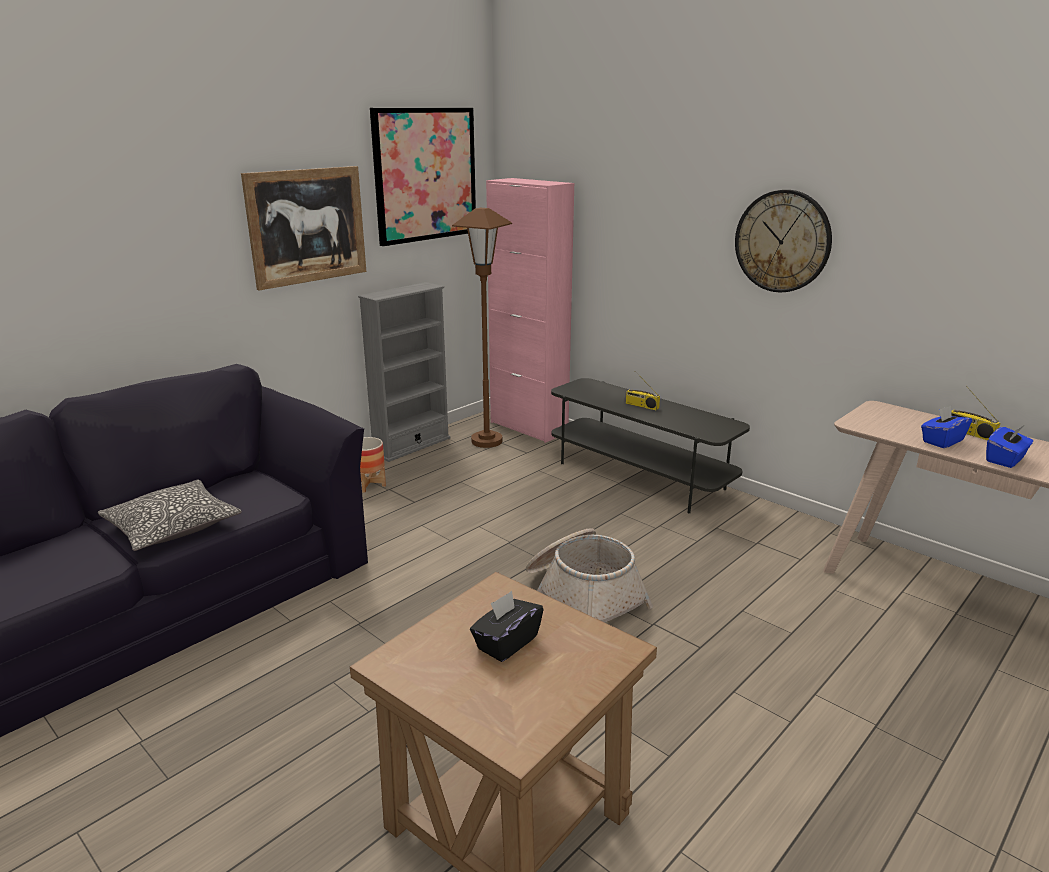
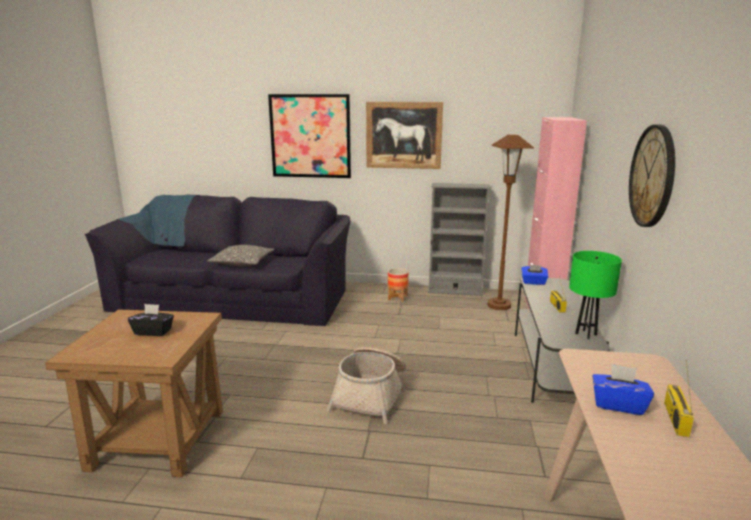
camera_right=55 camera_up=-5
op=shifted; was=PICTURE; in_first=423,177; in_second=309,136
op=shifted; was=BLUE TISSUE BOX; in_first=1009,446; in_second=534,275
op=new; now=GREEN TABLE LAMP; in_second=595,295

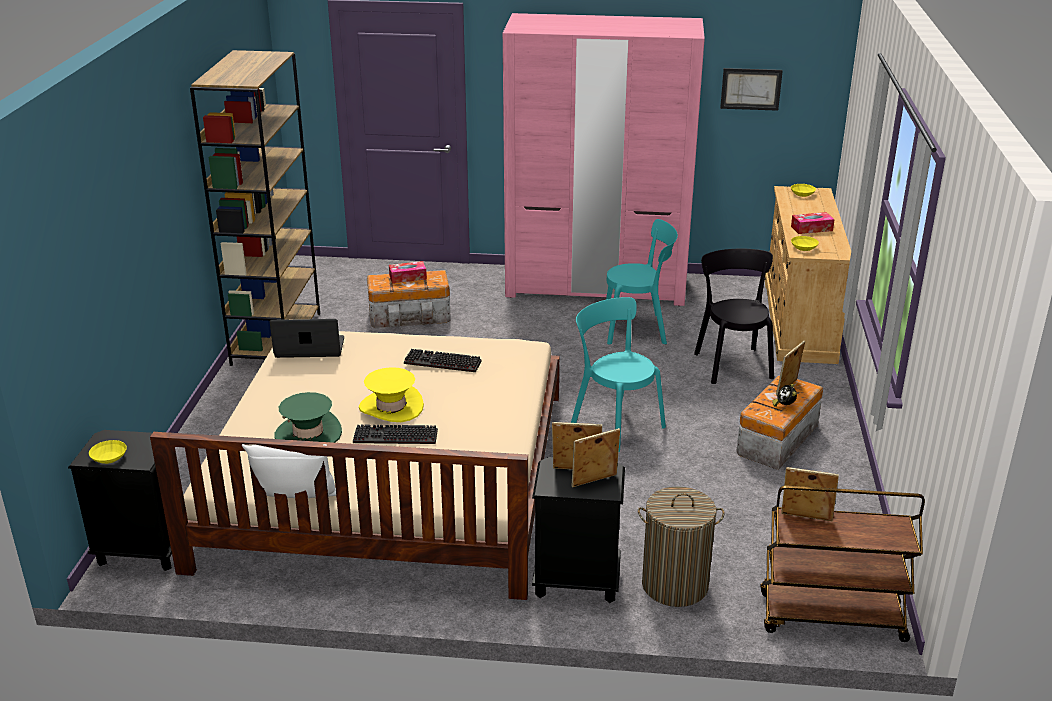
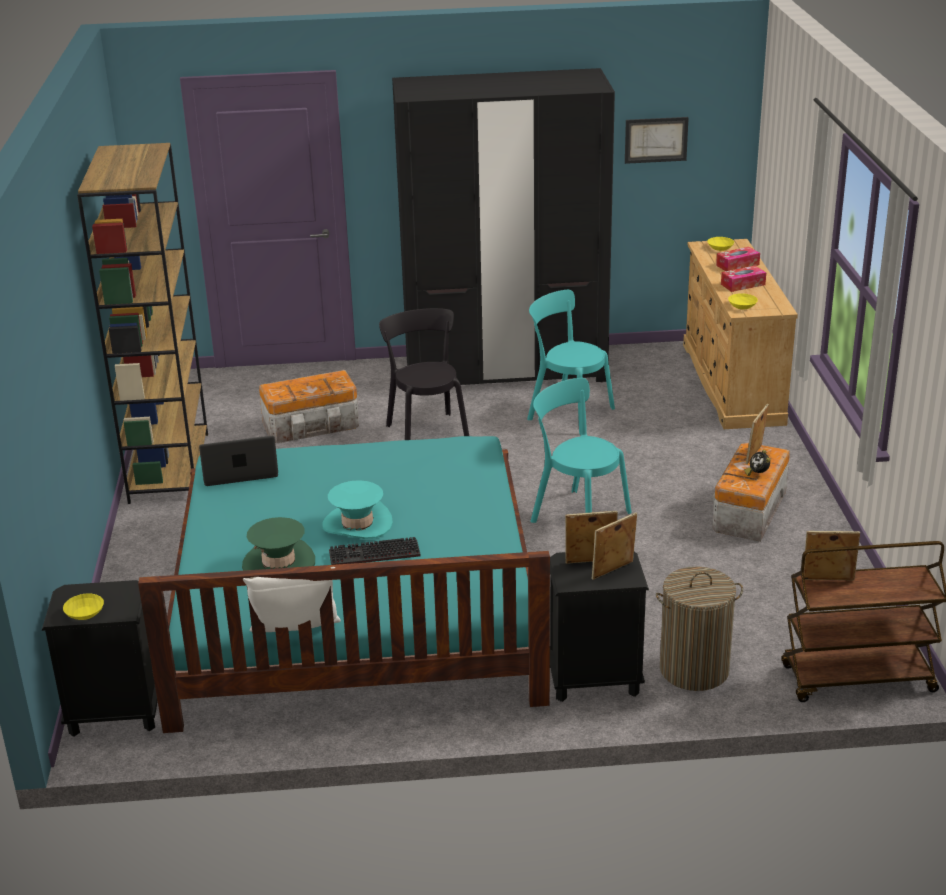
camera_right=-10 camera_up=0
op=repainted; was=BEIGE BED; now=TURQUOISE BED; in_first=355,465; in_second=344,584
op=repainted; was=YELLOW HAT; now=TURQUOISE HAT; in_first=391,394; in_second=358,509
op=shifted; was=BLACK CHAIR; in_first=734,316; in_second=424,374
op=repainted; was=PINK WARDROBE; now=BLACK WARDROBE; in_first=604,159; in_second=503,226
op=rotated; was=TURQUOISE CHAIR; in_first=642,281; in_second=571,362; clockwise=-135
op=shifted; was=TISSUE BOX; in_first=408,272; in_second=738,259
op=gone; was=KEYBOARD; in_first=443,360

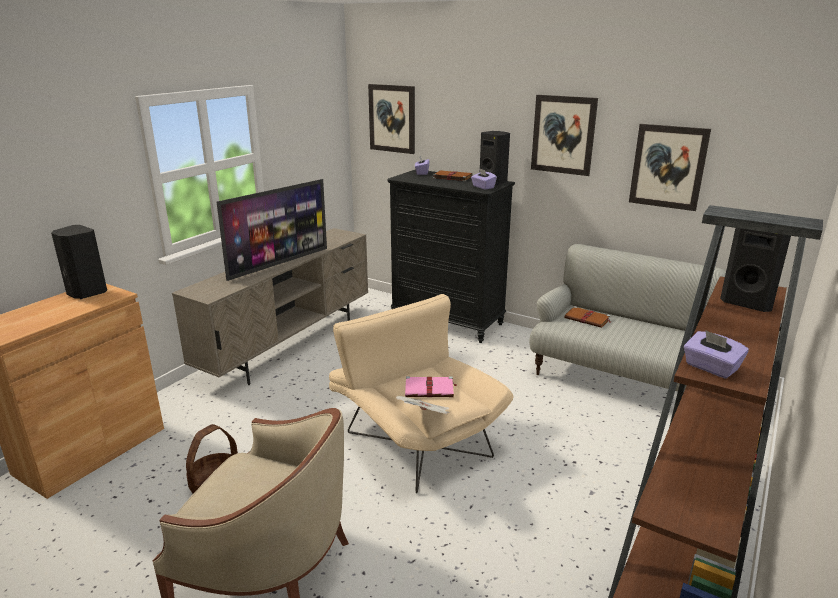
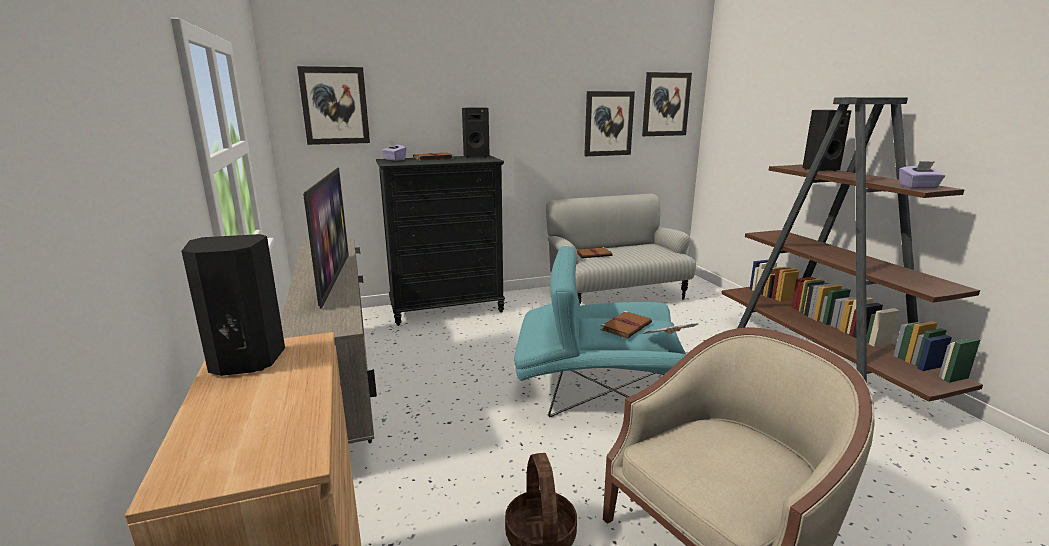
camera_right=-50 camera_up=-5
op=repainted; was=BEIGE ARMCHAIR; now=TURQUOISE ARMCHAIR; in_first=421,393; in_second=600,331
op=repainted; was=PINK BOOK; now=BROWN BOOK; in_first=431,386; in_second=626,324
op=shifted; was=PICTURE; in_first=564,135; in_second=667,104
op=gone; was=PURPLE TISSUE BOX; in_first=484,179

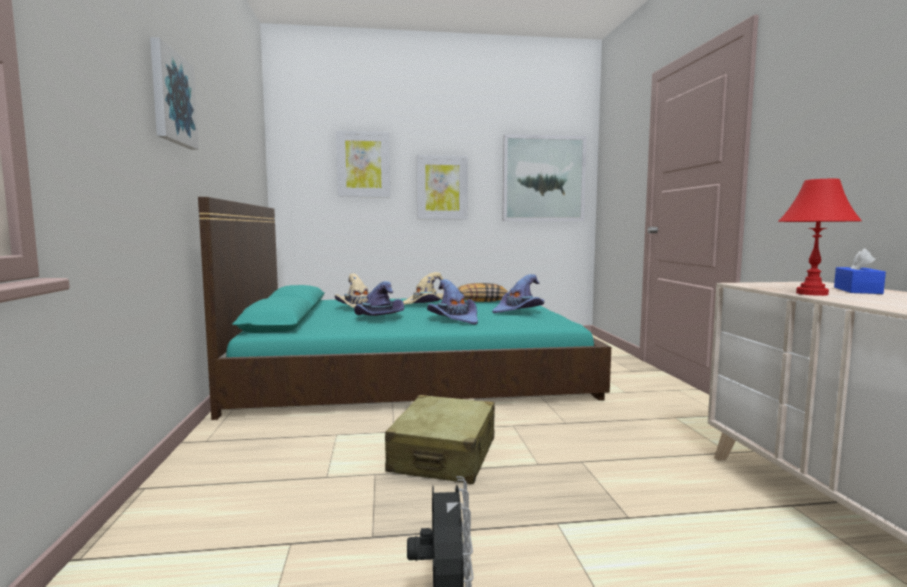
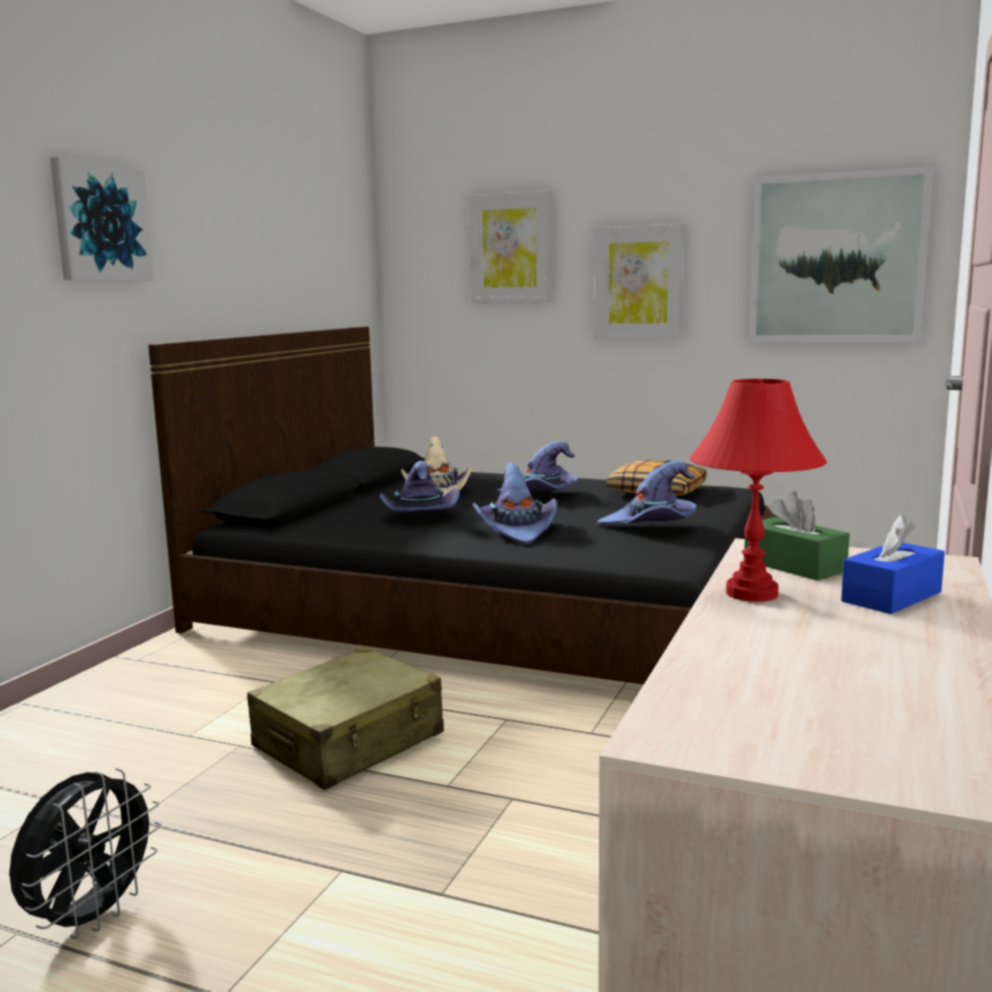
camera_right=30 camera_up=5
op=repainted; was=TURQUOISE BED; now=BLACK BED; in_first=404,308; in_second=464,506
op=repainted; was=BEIGE HAT; now=PURPLE HAT; in_first=423,288; in_second=537,467
op=new; now=GREEN TISSUE BOX; in_second=797,536

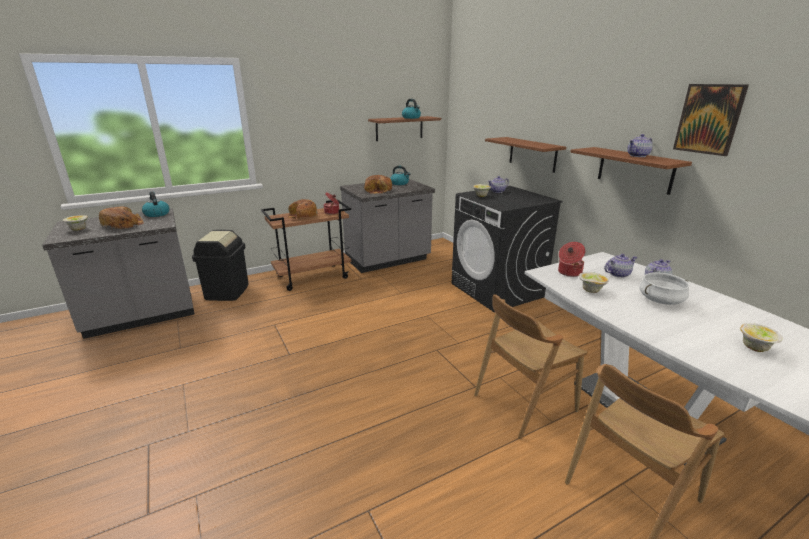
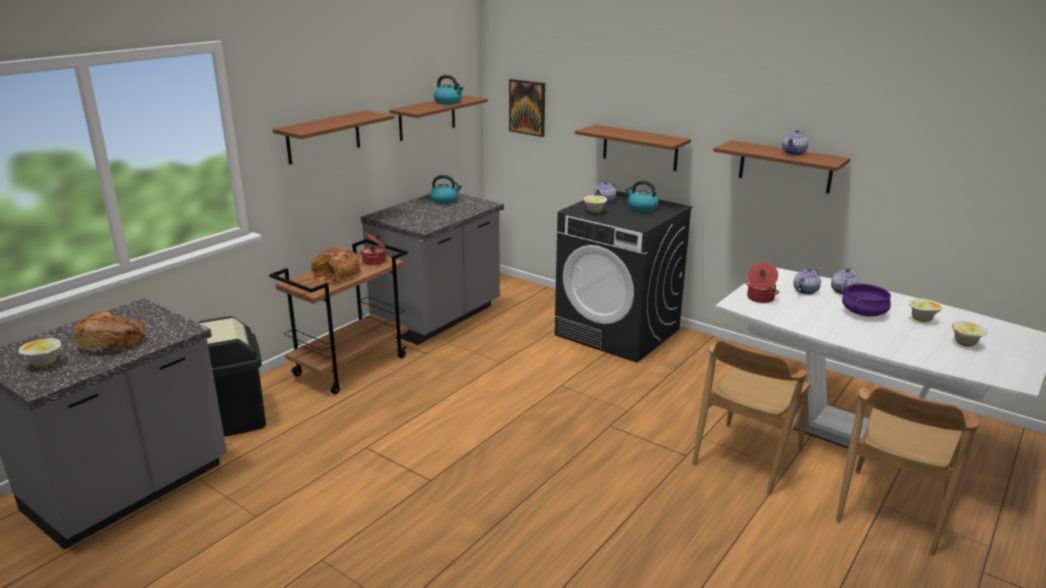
camera_right=-25 camera_up=0
op=new; now=BROWN SHELF; in_second=334,137
op=shifted; was=PICTURE; in_first=711,120; in_second=527,108
op=shifted; was=KETTLE; in_first=155,204; in_second=642,196
op=repainted; was=WHITE COOKING POT; now=PURPLE COOKING POT; in_first=664,288; in_second=866,300
op=shifted; was=BOWL; in_first=594,282; in_second=925,310
op=gone; was=BREAD; in_first=378,184

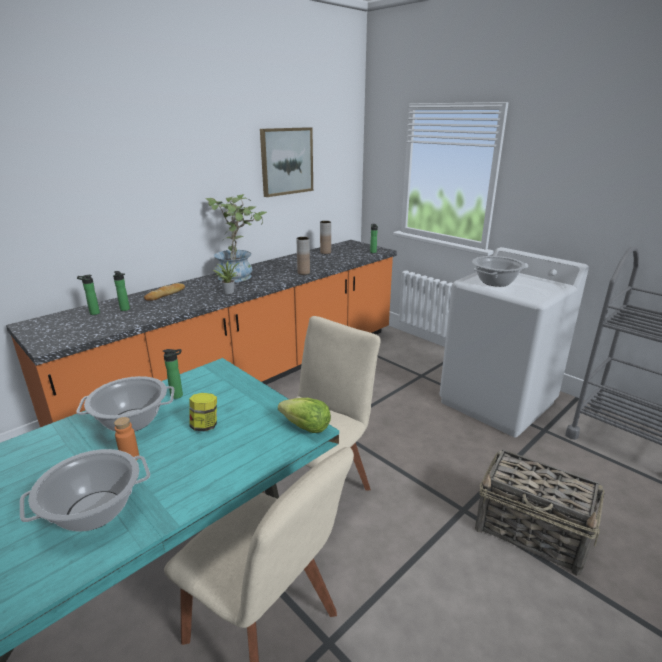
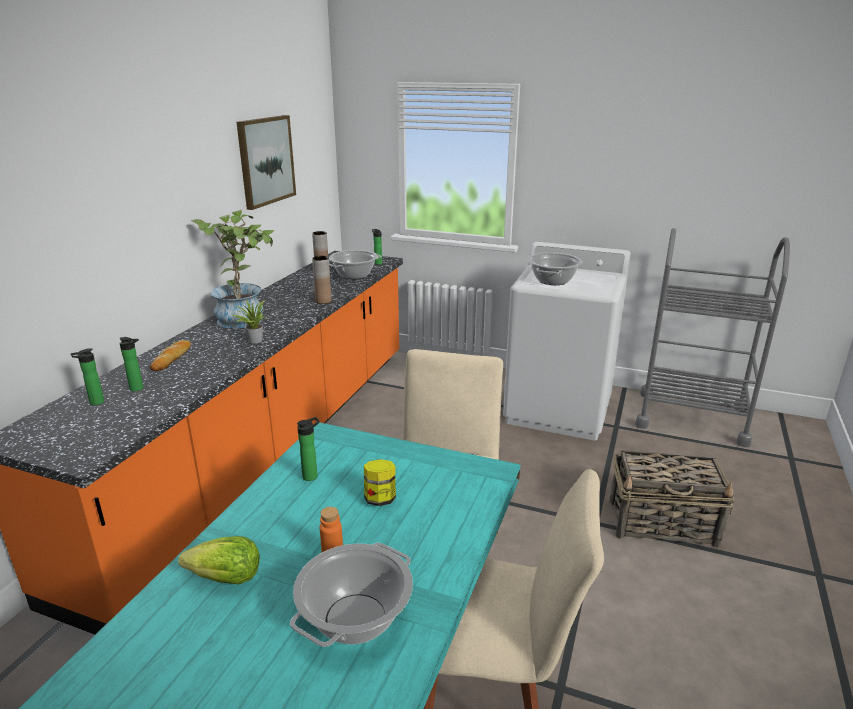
camera_right=-25 camera_up=0
op=shifted; was=LETTUCE; in_first=304,415; in_second=219,560
op=shifted; was=COOKING POT; in_first=125,404; in_second=355,264

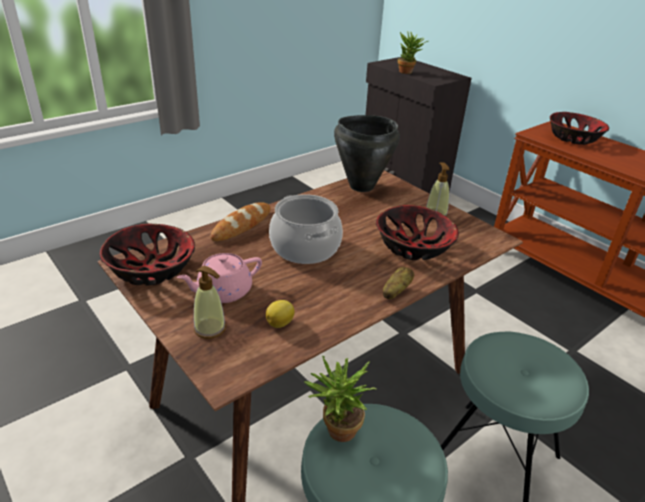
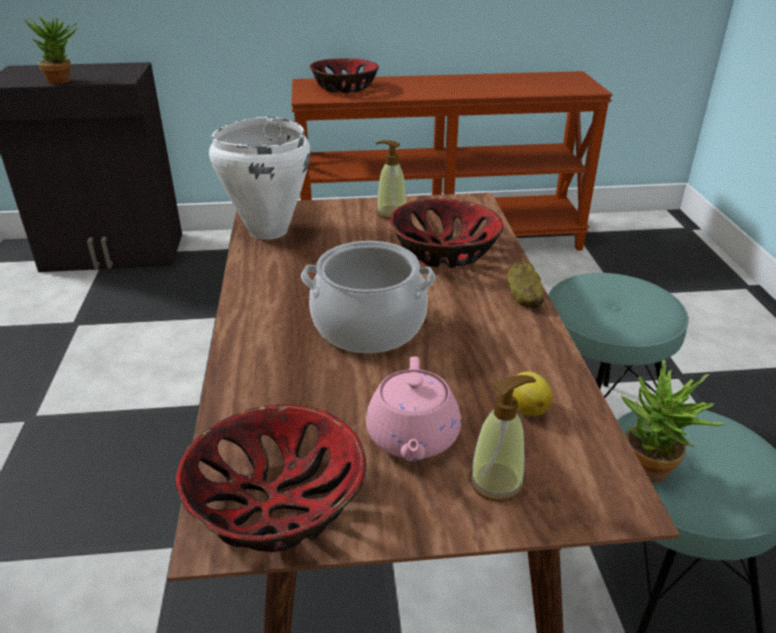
camera_right=-55 camera_up=0
op=repainted; was=BLACK COOKING POT; now=WHITE COOKING POT; in_first=367,153; in_second=260,178
op=gone; was=BREAD; in_first=240,221

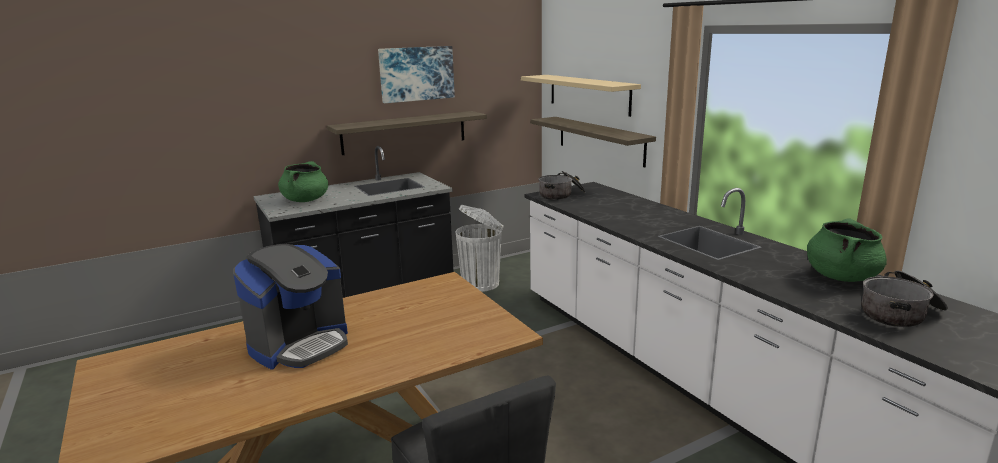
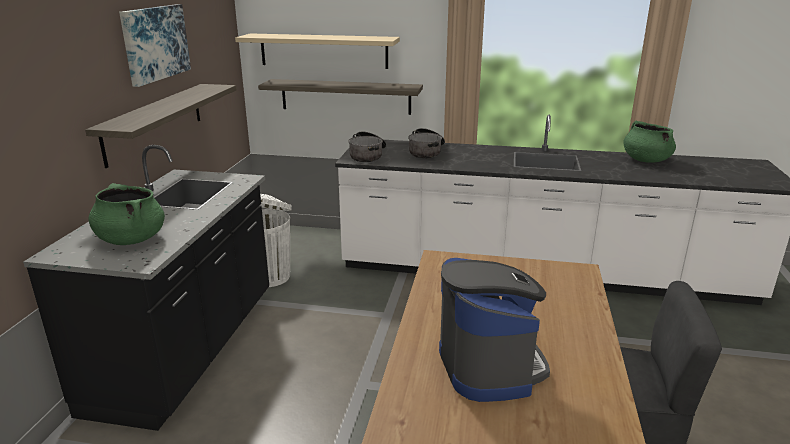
camera_right=-50 camera_up=5
op=shifted; was=COOKING POT; in_first=904,299; in_second=426,143

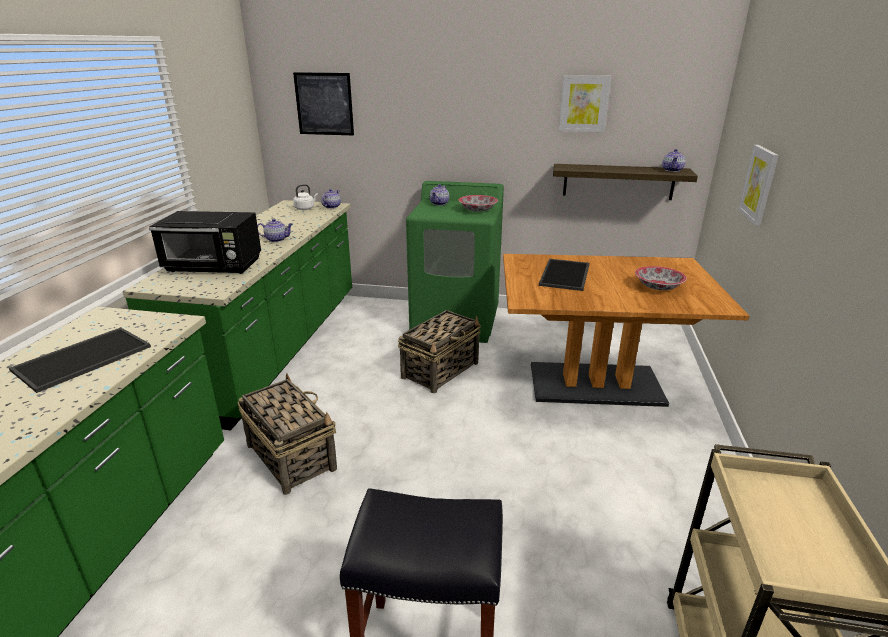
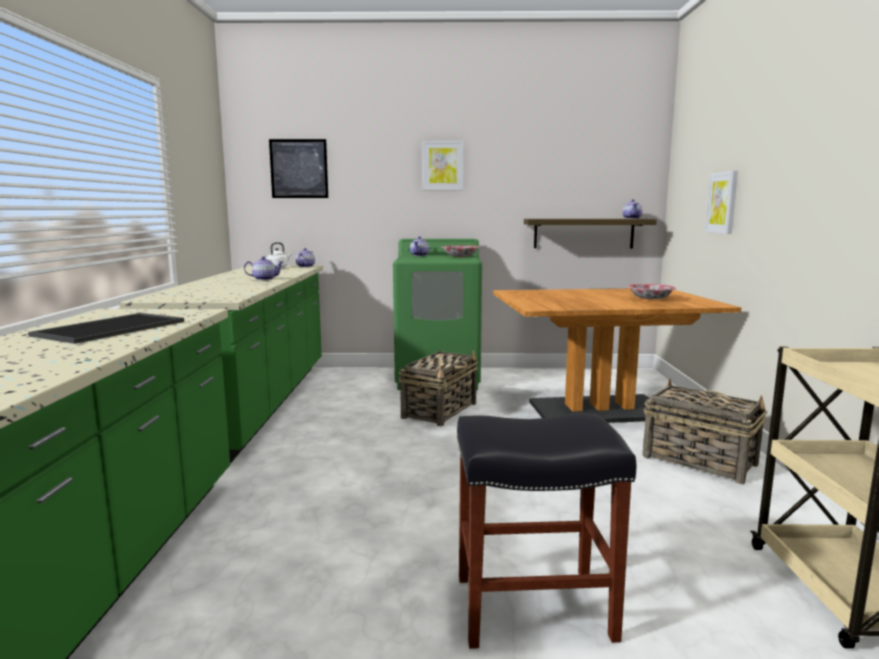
camera_right=-10 camera_up=-15
op=shifted; was=PICTURE; in_first=585,103; in_second=443,165
op=shifted; was=BASKET; in_first=287,434; in_second=705,431
op=gone; was=BLACK MICROWAVE; in_first=205,242
op=gone; was=TRAY; in_first=564,275

